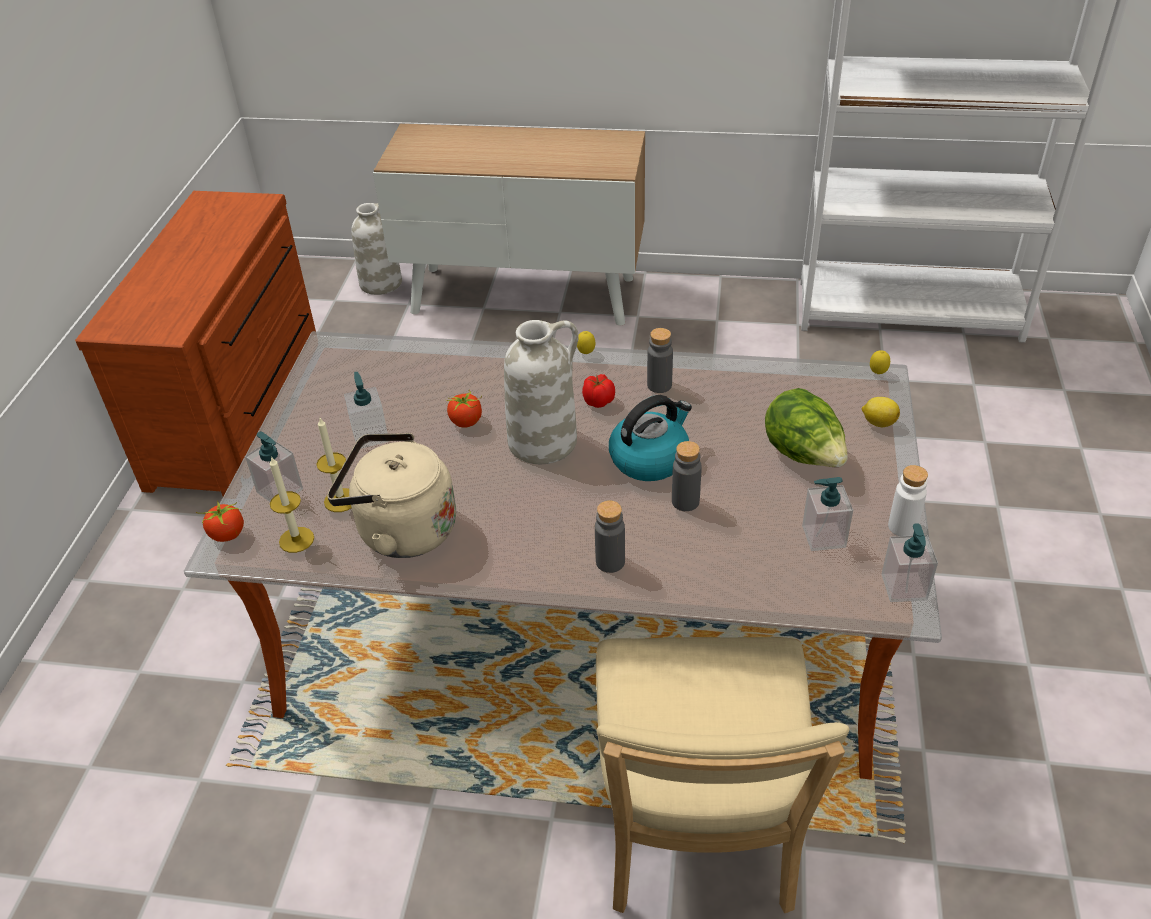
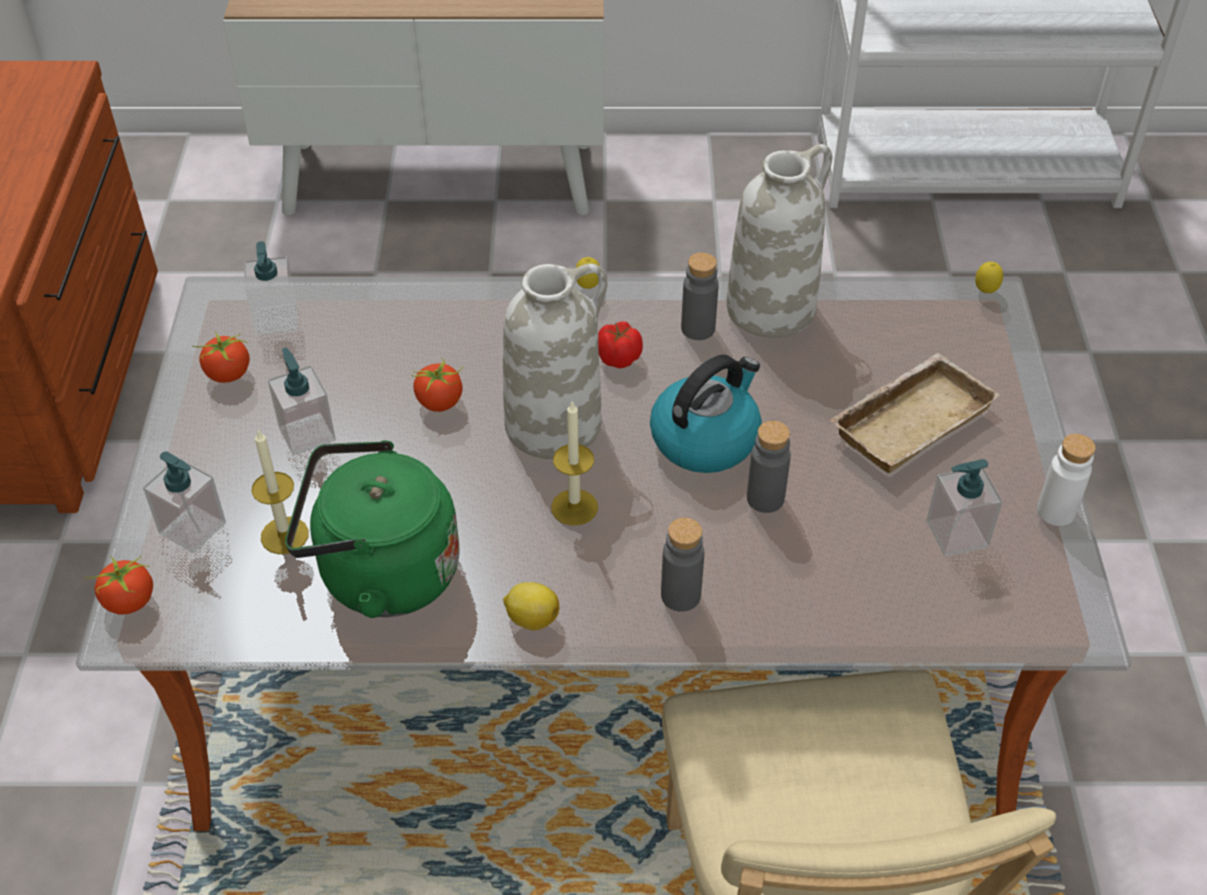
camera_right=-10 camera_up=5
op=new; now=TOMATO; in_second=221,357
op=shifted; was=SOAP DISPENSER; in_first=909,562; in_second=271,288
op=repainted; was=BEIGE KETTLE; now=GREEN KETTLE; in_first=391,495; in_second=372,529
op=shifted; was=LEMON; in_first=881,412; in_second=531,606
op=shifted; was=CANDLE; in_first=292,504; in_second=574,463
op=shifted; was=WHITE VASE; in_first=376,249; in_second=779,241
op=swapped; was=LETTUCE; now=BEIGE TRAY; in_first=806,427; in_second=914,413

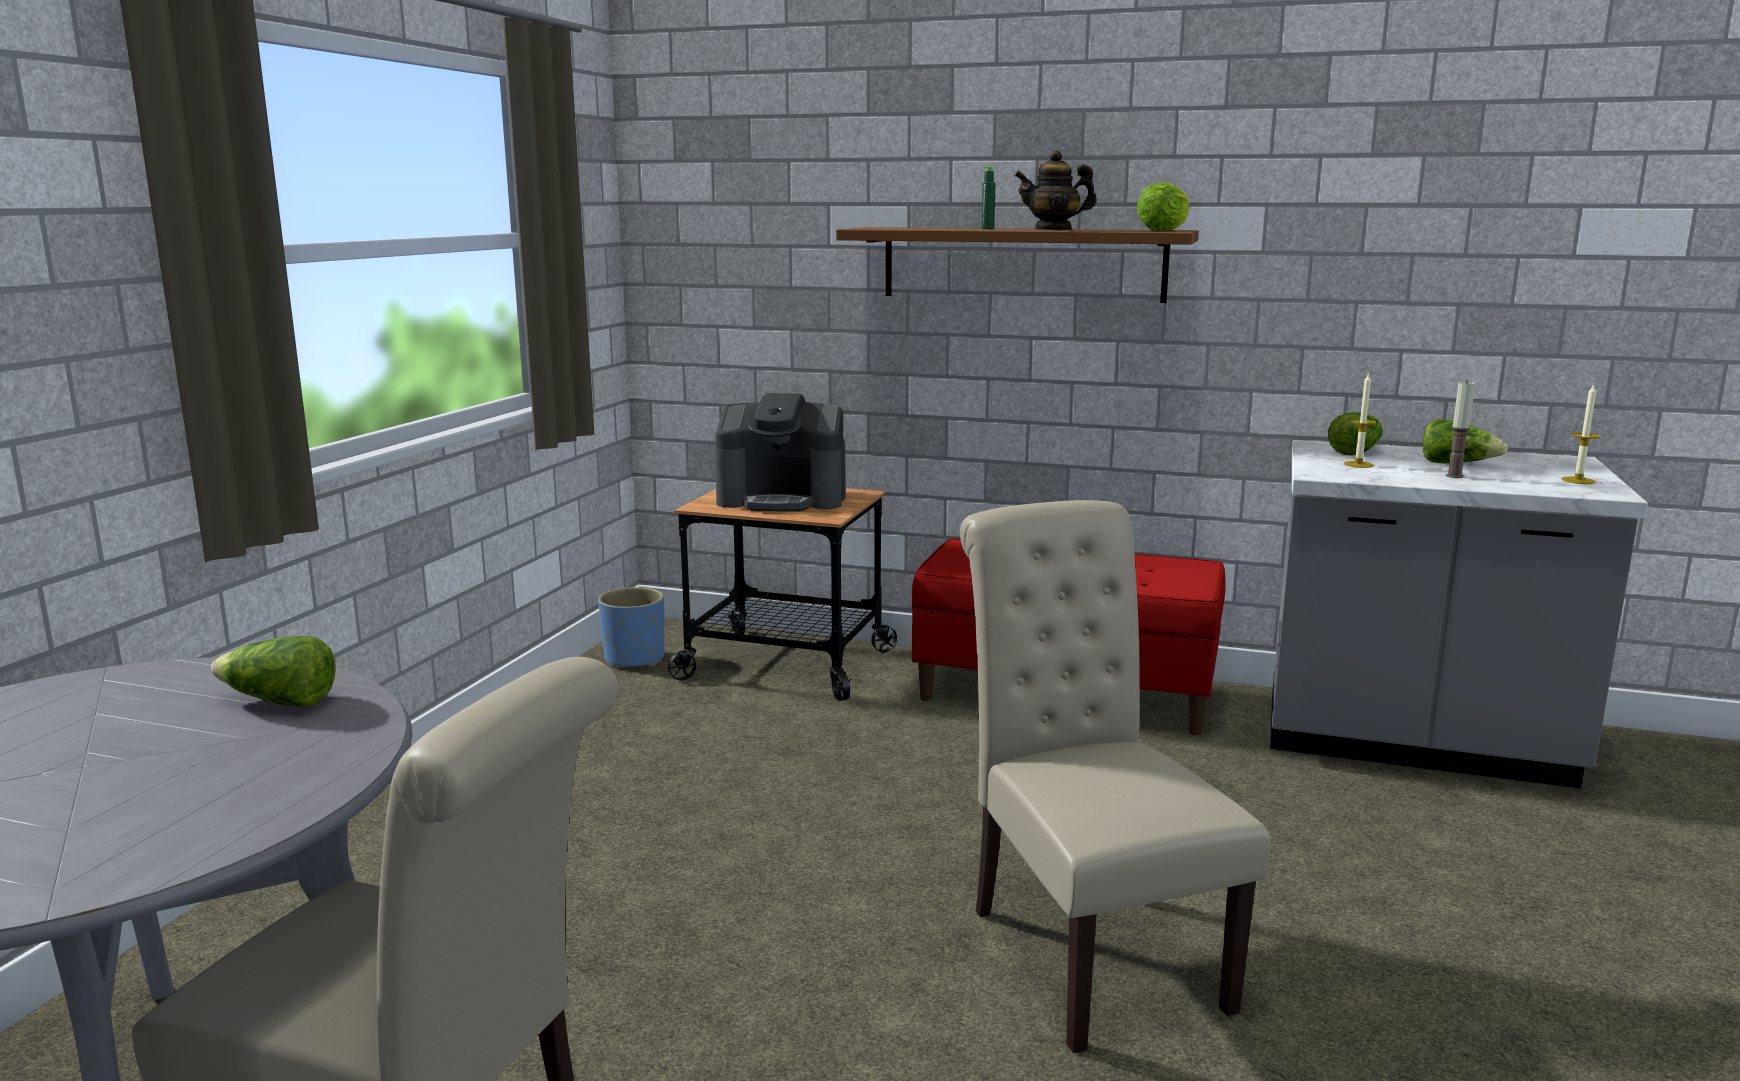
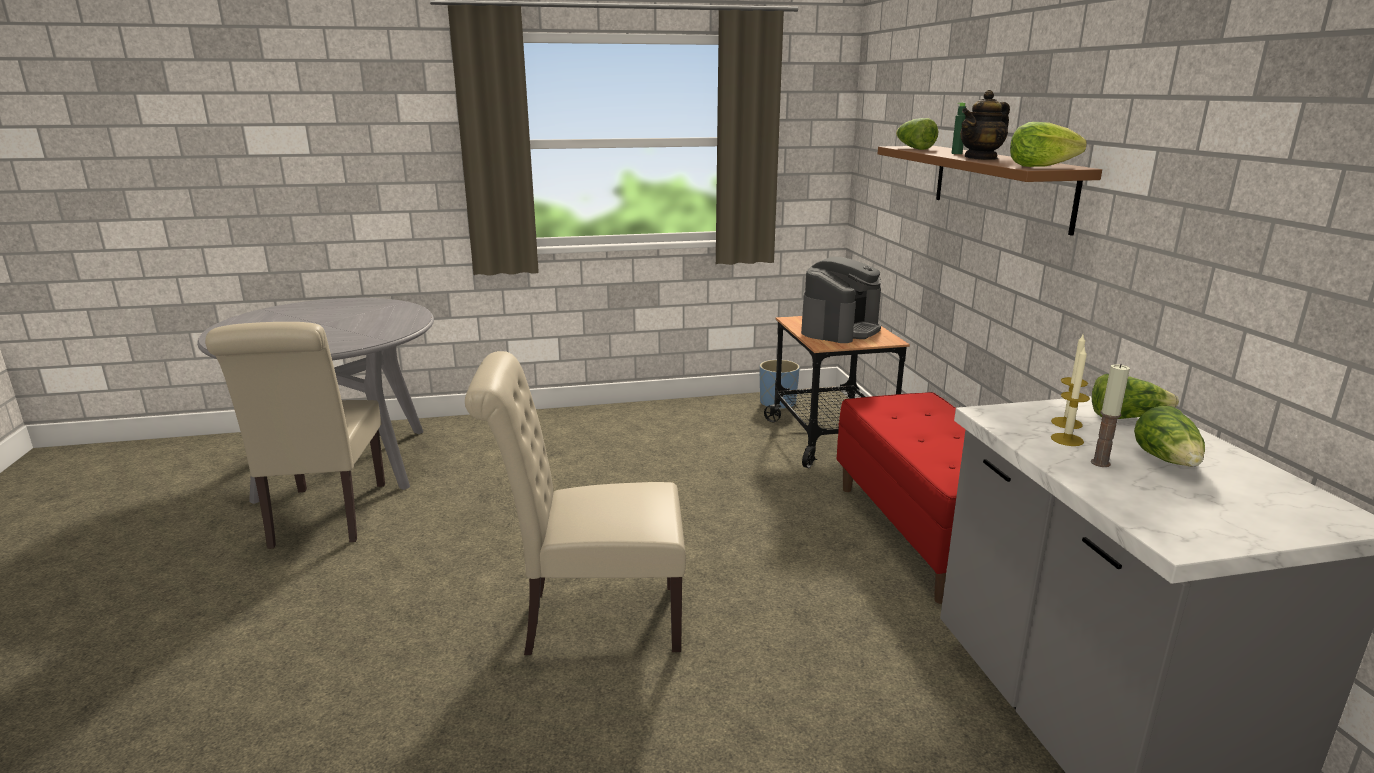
camera_right=60 camera_up=5
op=rotated; was=BEIGE CHAIR; in_first=1115,777; in_second=575,503; clockwise=-135
op=rotated; was=COFFEE MACHINE; in_first=780,452; in_second=841,300; clockwise=-120
op=shifted; was=LETTUCE; in_first=273,671; in_second=917,134
op=rotated; was=TEAPOT; in_first=1056,190; in_second=985,125; clockwise=-90
op=shifted; was=CANDLE; in_first=1580,434; in_second=1070,396

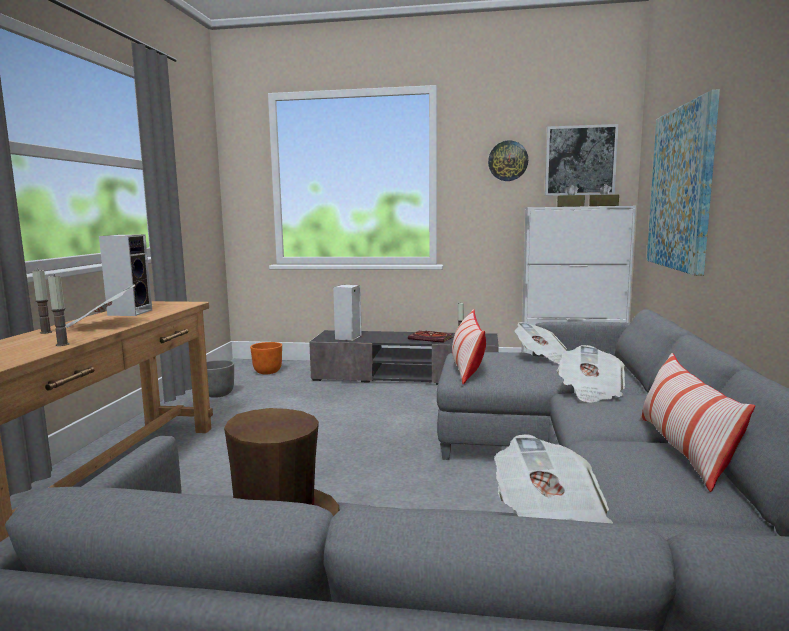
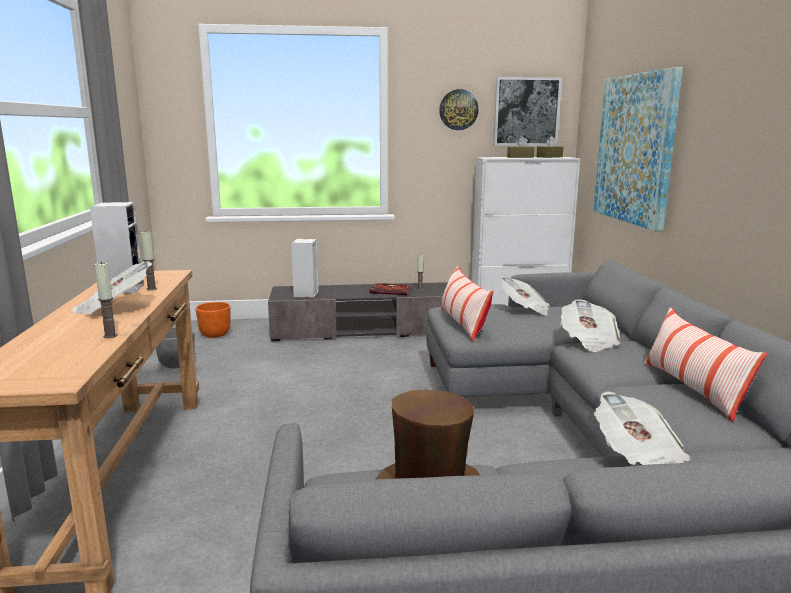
camera_right=-15 camera_up=5
op=shifted; was=CANDLE; in_first=42,302; in_second=149,260

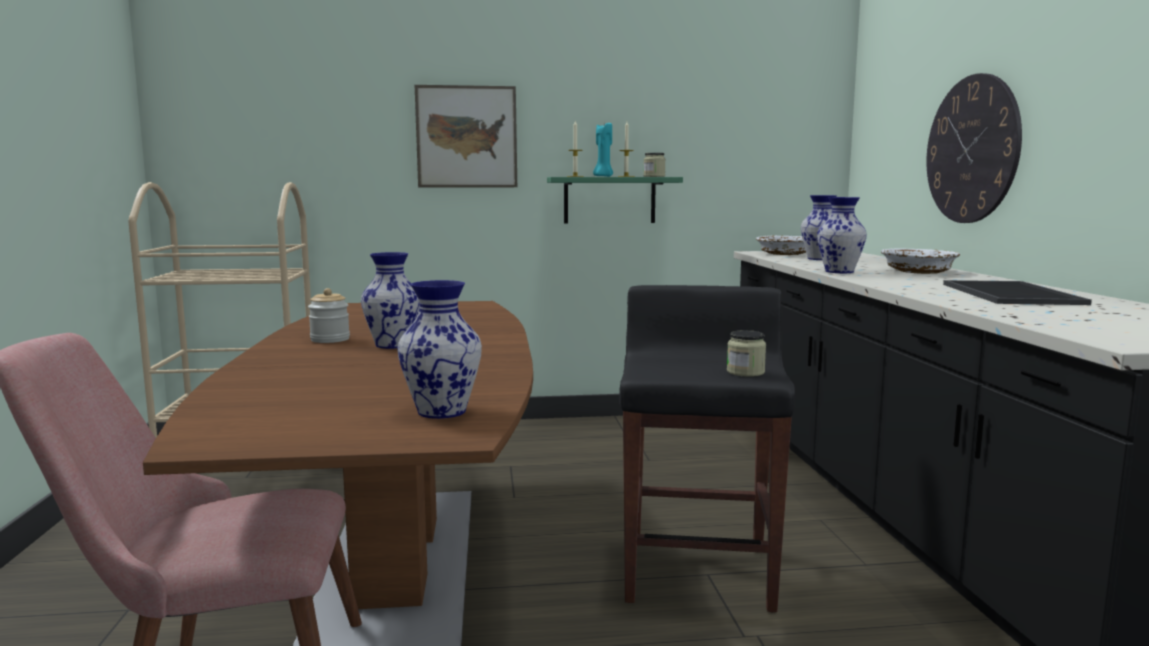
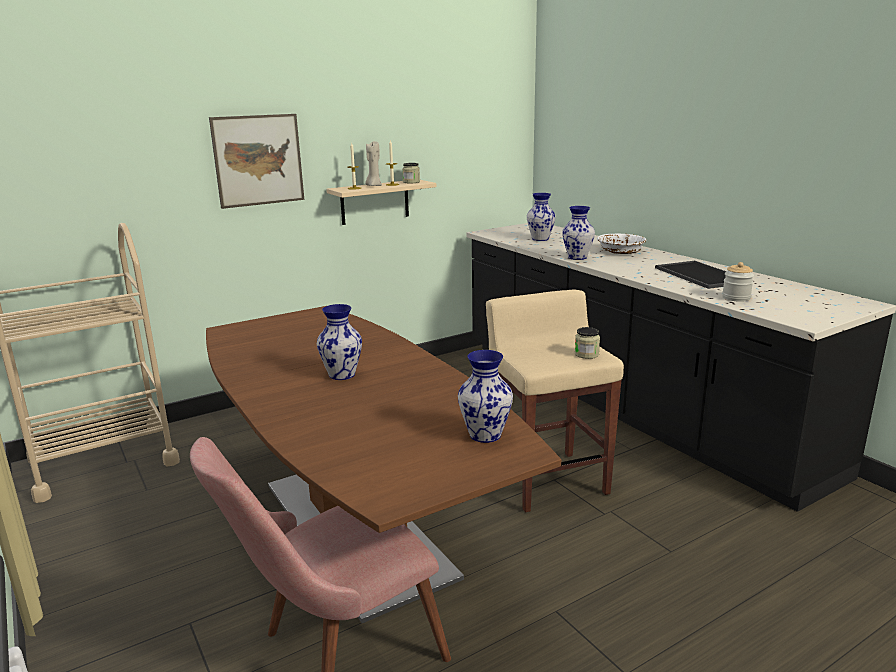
camera_right=-25 camera_up=10
op=repainted; was=GREEN SHELF; now=BEIGE SHELF; in_first=615,200; in_second=381,202
op=repainted; was=TURQUOISE CANDLE; now=BEIGE CANDLE; in_first=603,150; in_second=373,163
op=repainted; was=BLACK STOOL; now=BEIGE STOOL; in_first=707,448; in_second=555,401
op=shifted; was=JAR; in_first=329,315; in_second=738,282
op=gone; was=WHITE BOWL; in_first=781,245
op=gone; was=WALL CLOCK; in_first=974,148

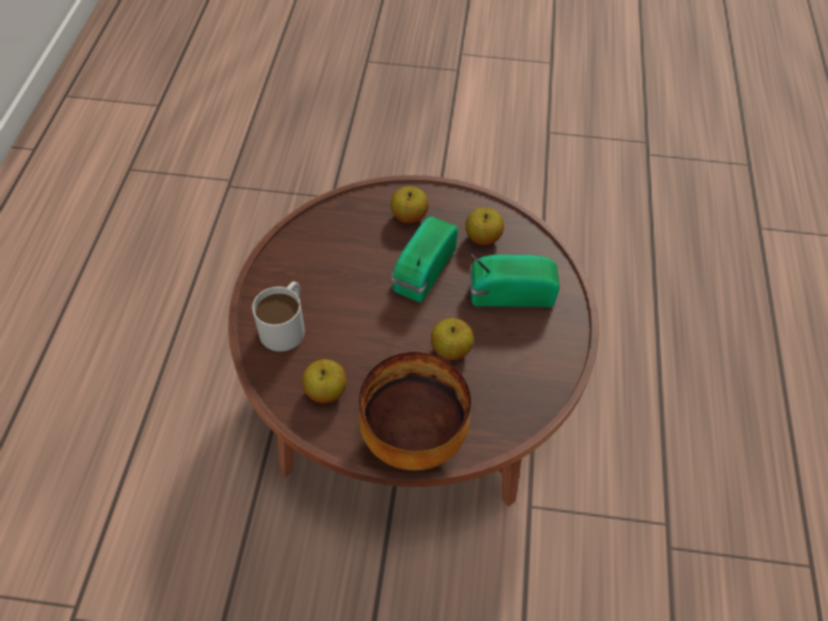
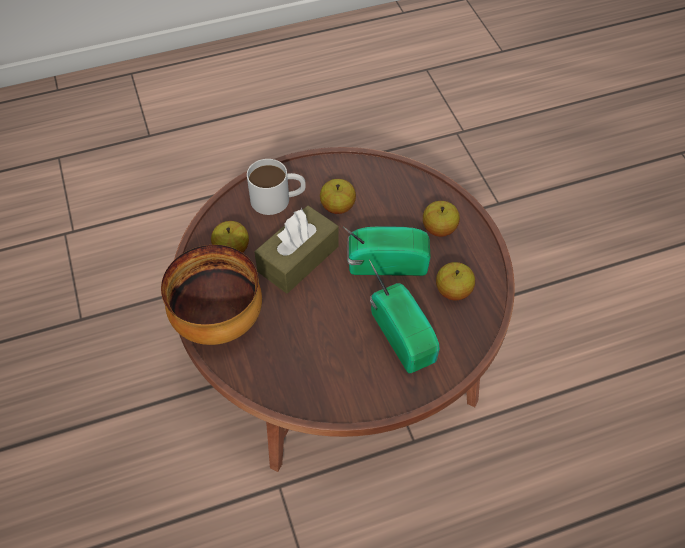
camera_right=65 camera_up=0
op=new; now=BROWN TISSUE BOX; in_second=296,249
op=shifted; was=APPLE; in_first=452,339; in_second=338,196

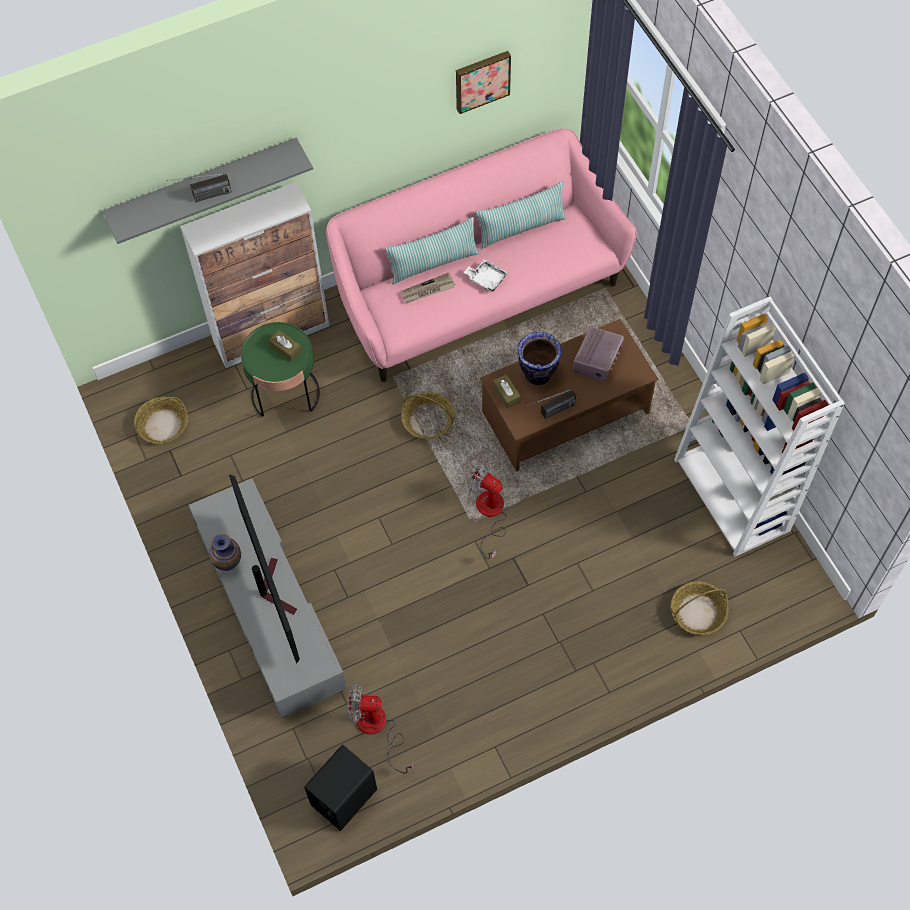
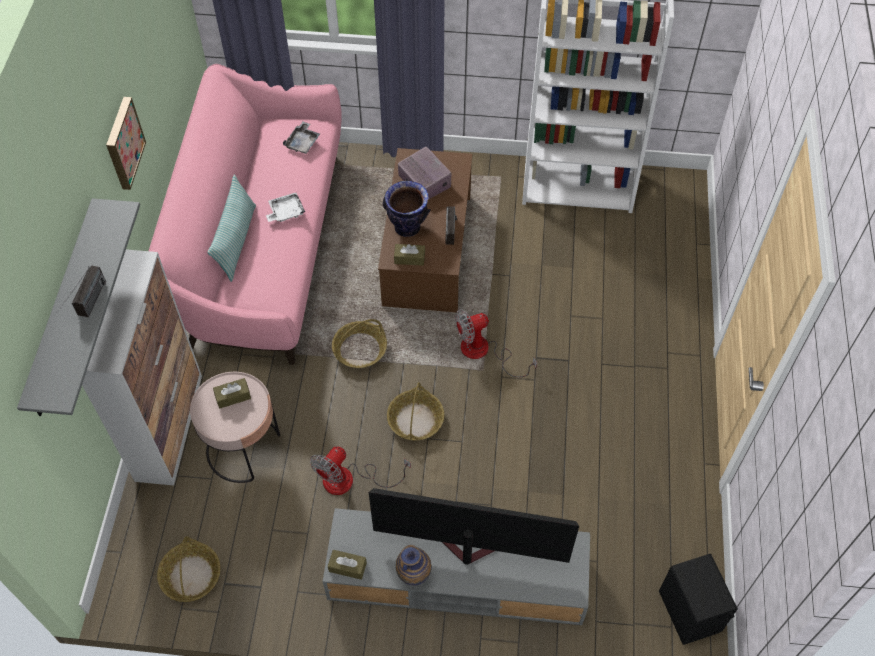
camera_right=-60 camera_up=-5
op=shifted; was=PICTURE; in_first=483,82; in_second=126,143
op=repainted; was=GREEN SIDE TABLE; now=PINK SIDE TABLE; in_first=280,369; in_second=235,427
op=new; now=GREY TRAY; in_second=301,137
op=shifted; was=FAN; in_first=380,728; in_second=360,470
op=new; now=BROWN TISSUE BOX; in_second=347,565
op=shifted; was=BASKET; in_first=699,608; in_second=415,411
op=gone; was=NEWSPAPER; in_first=428,288
op=gone; was=PILLOW; in_first=521,215

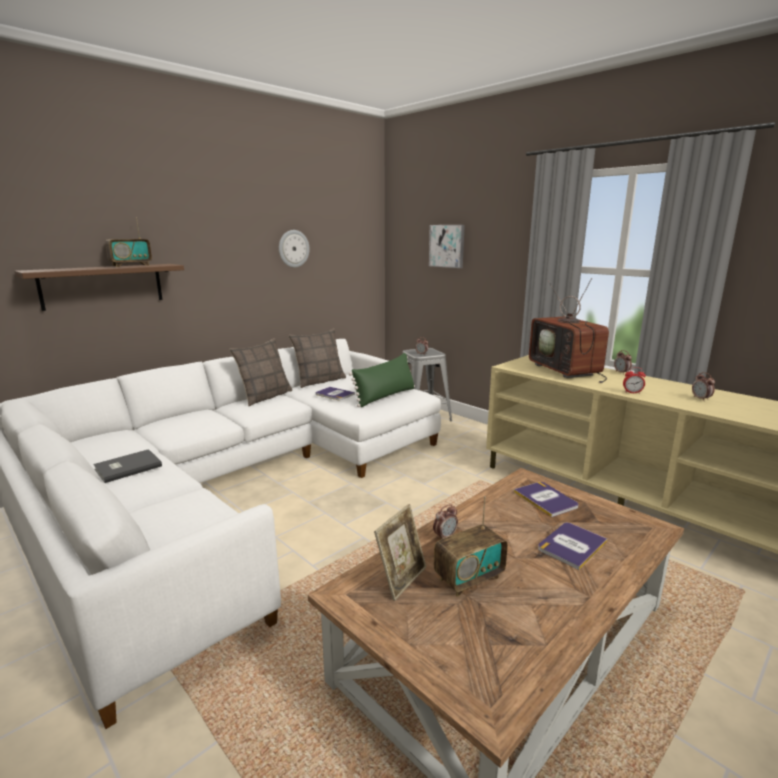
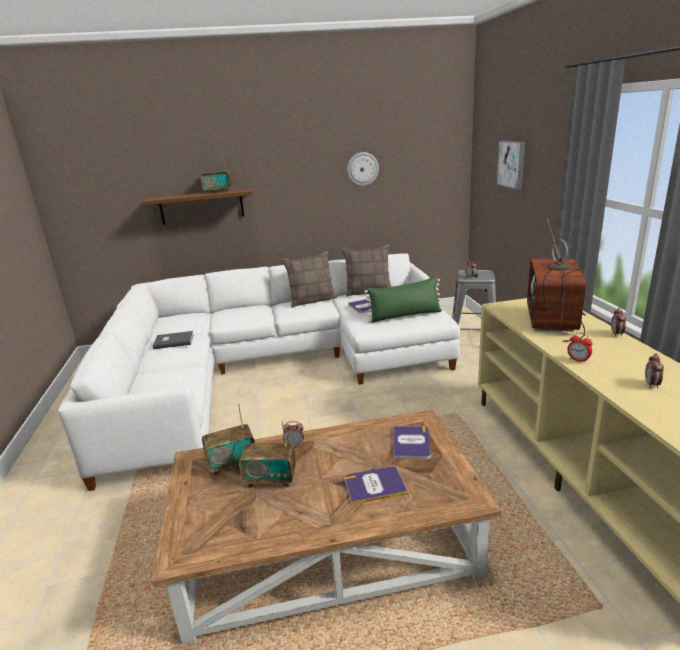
camera_right=35 camera_up=5
op=swapped; was=PICTURE FRAME; now=RADIO; in_first=400,552; in_second=228,440

